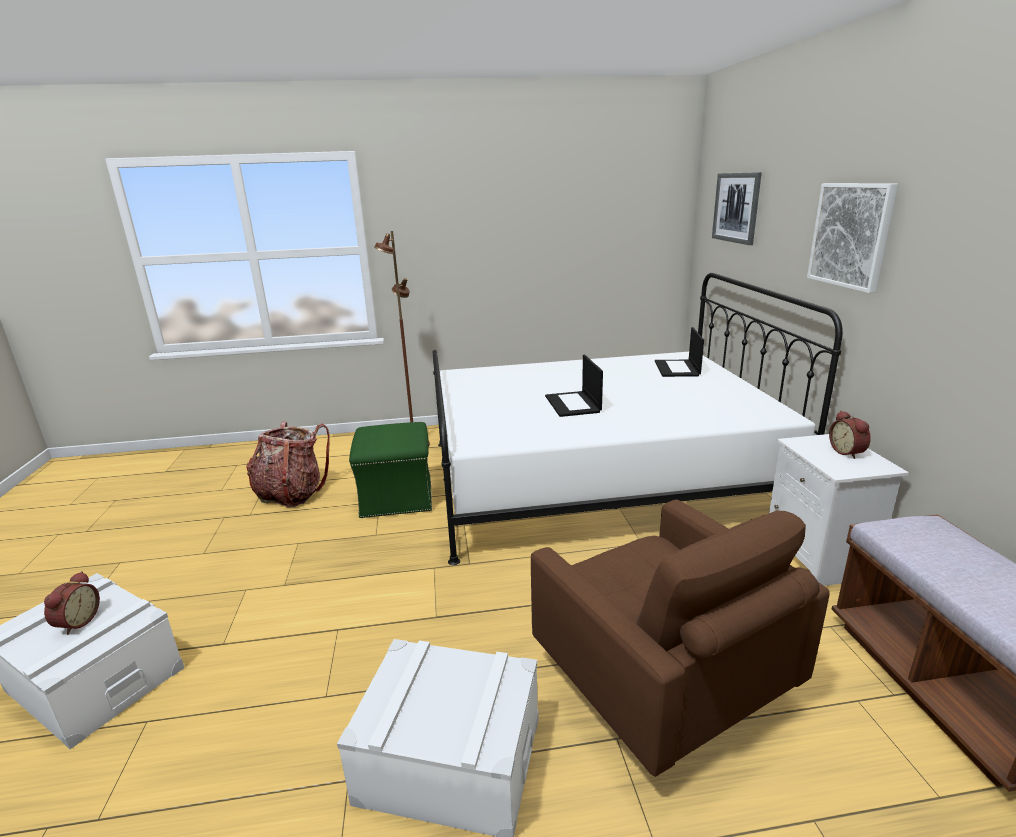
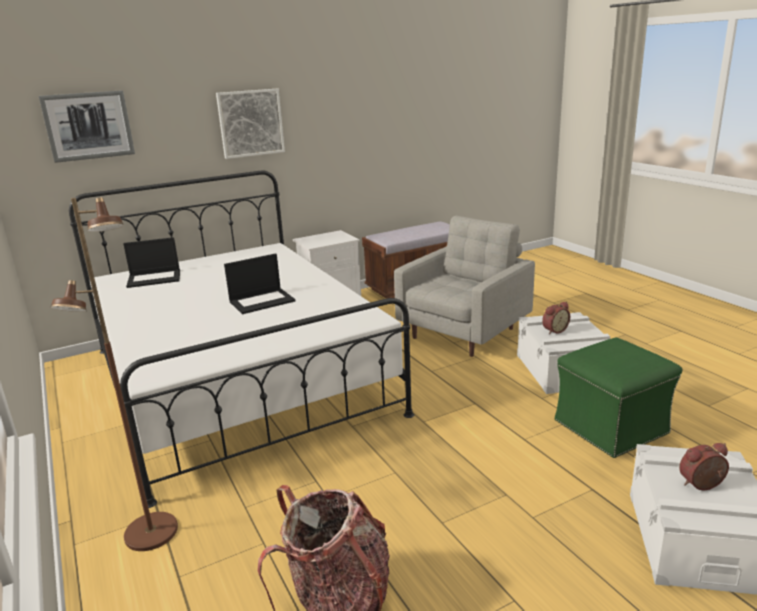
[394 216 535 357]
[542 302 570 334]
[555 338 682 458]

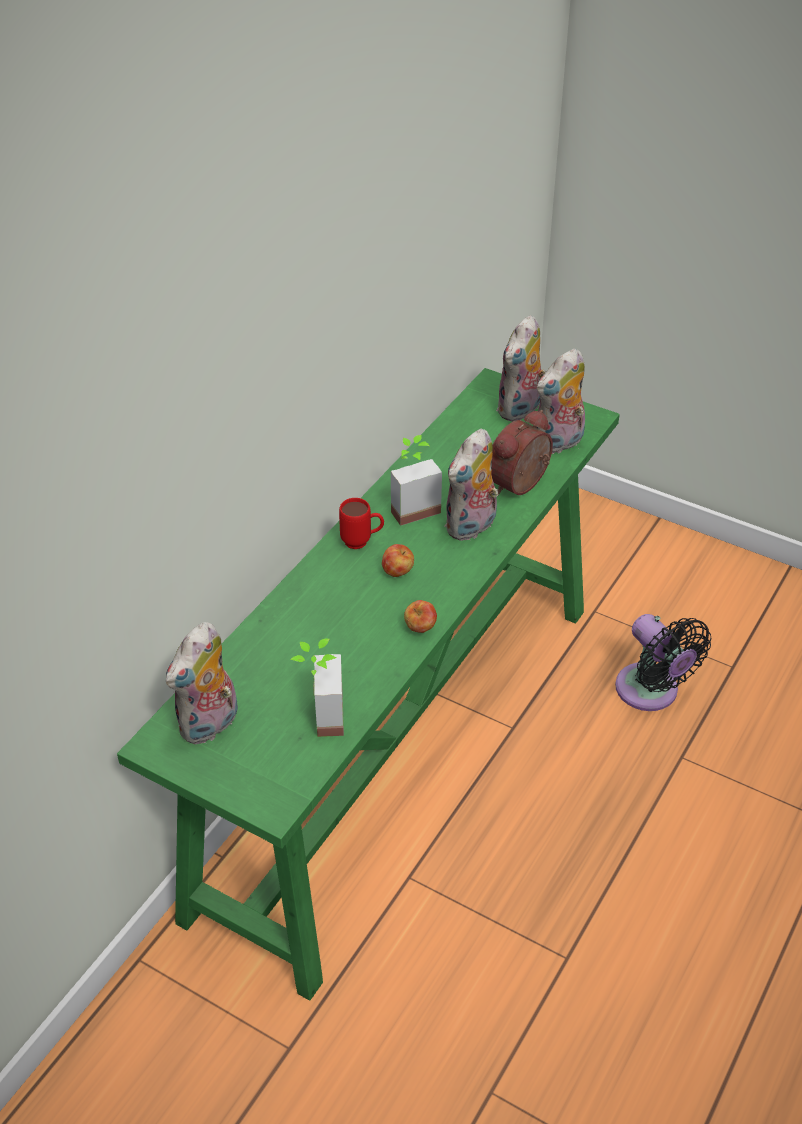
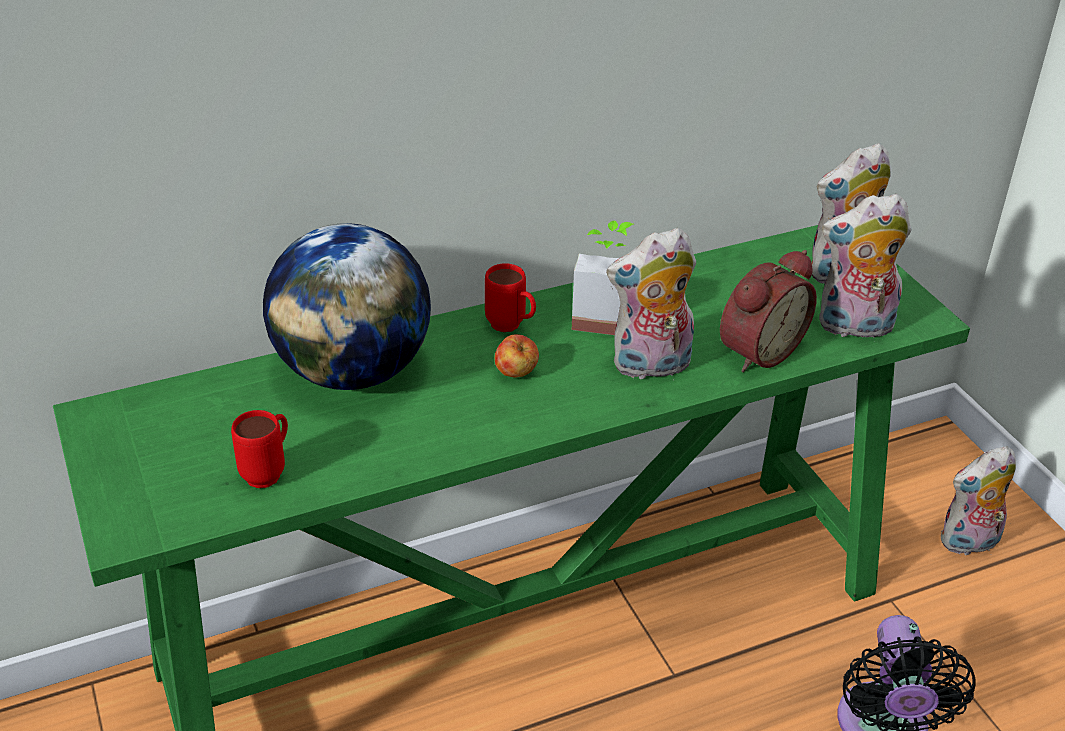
[231 410 288 488]
[263 223 431 390]
[720 250 817 372]
[941 446 1016 556]
[404 600 437 633] (first image)

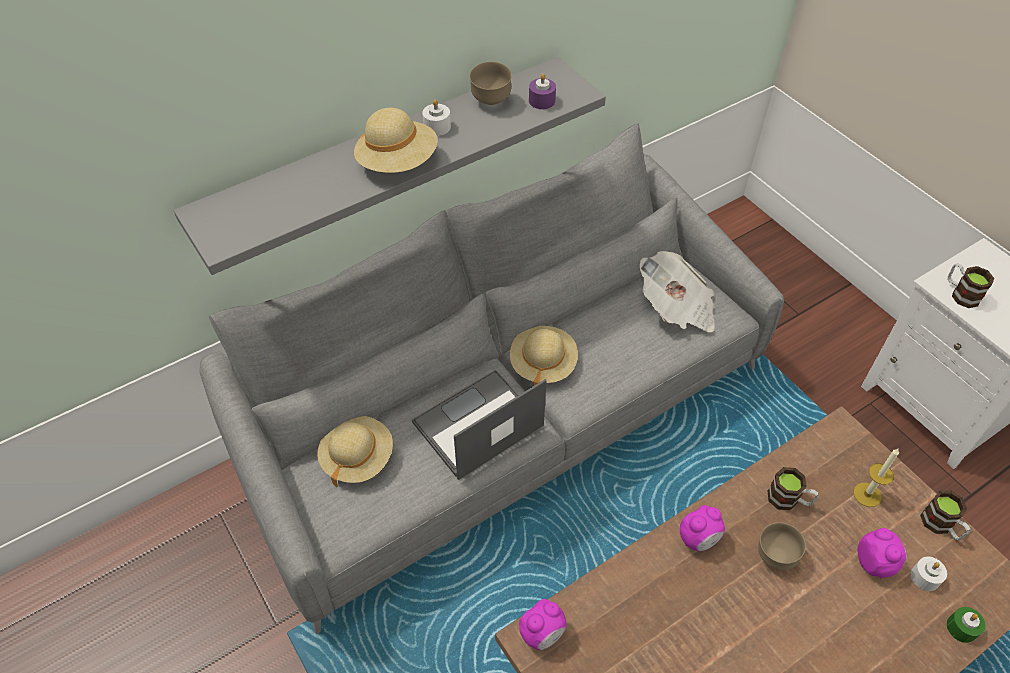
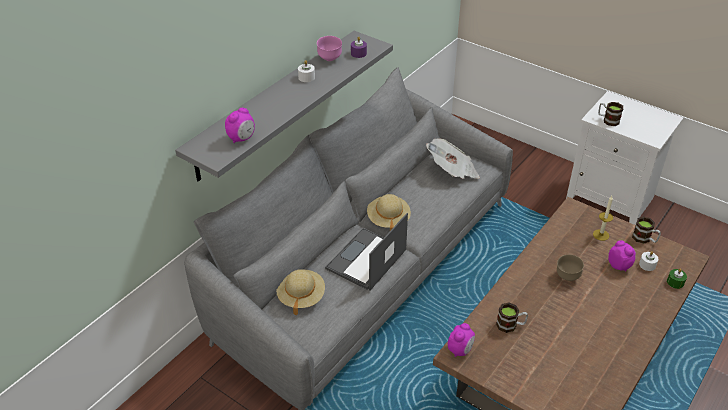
[225 108 255 143]
[317 36 342 61]
[496 303 528 333]
[354 108 438 173] (first image)

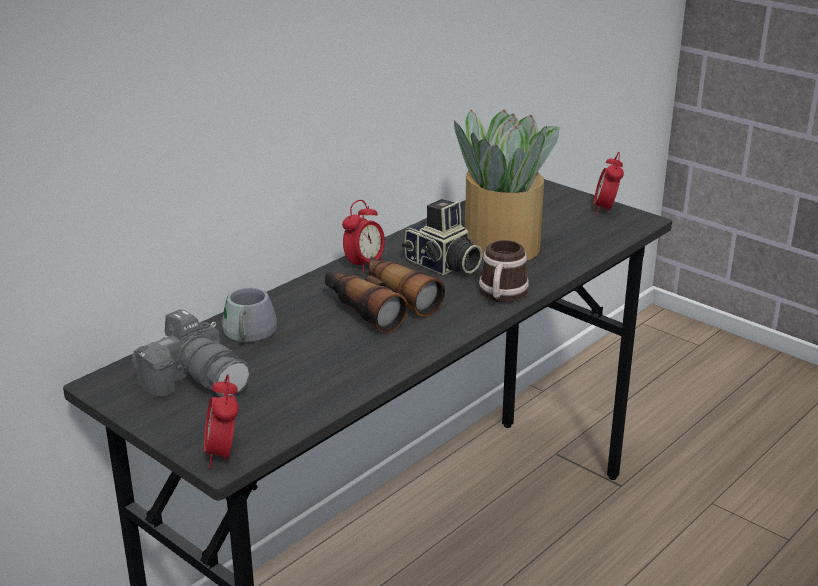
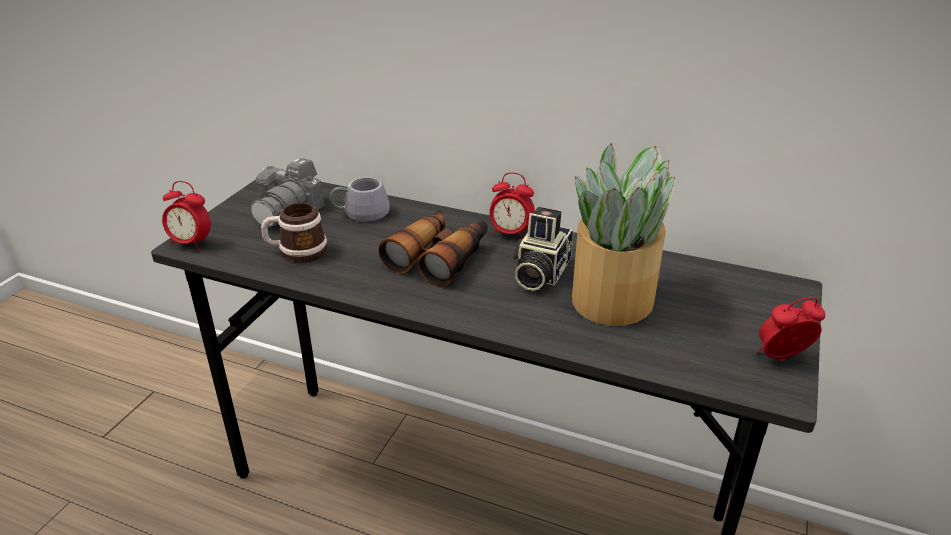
[162 181 211 251]
[261 203 327 263]

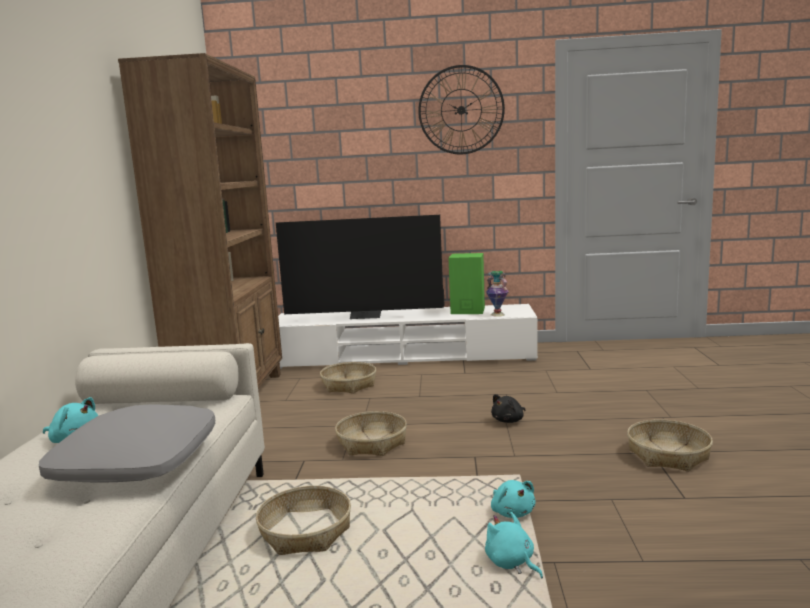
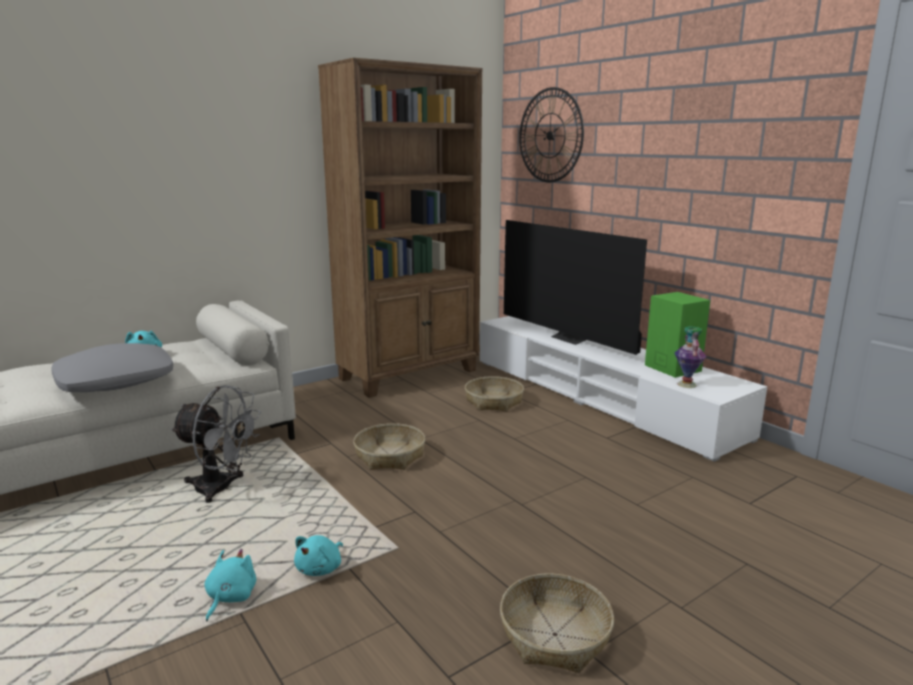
[171 385 261 503]
[519 87 584 182]
[491 394 526 423] (first image)

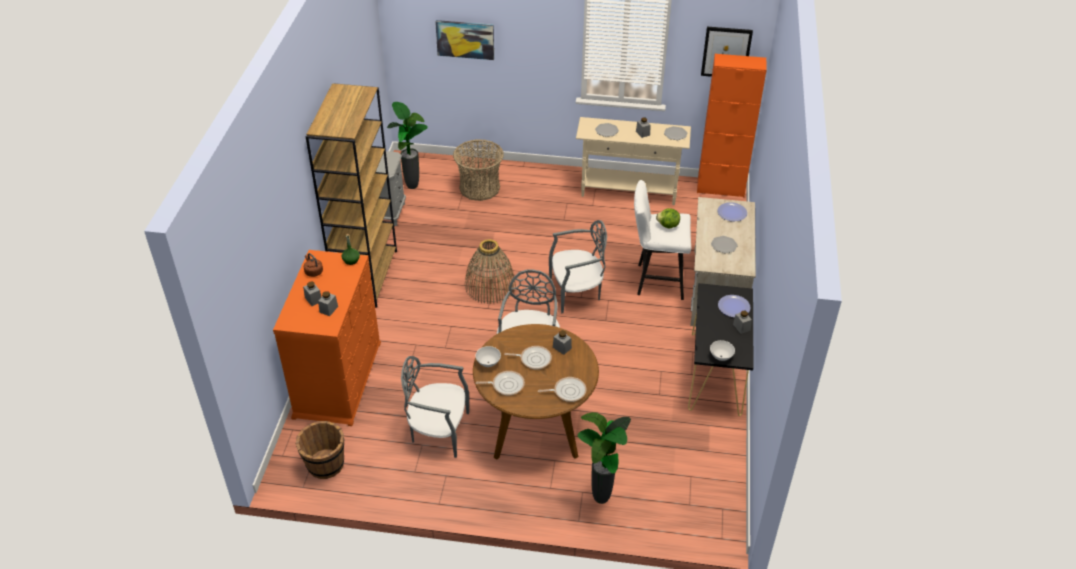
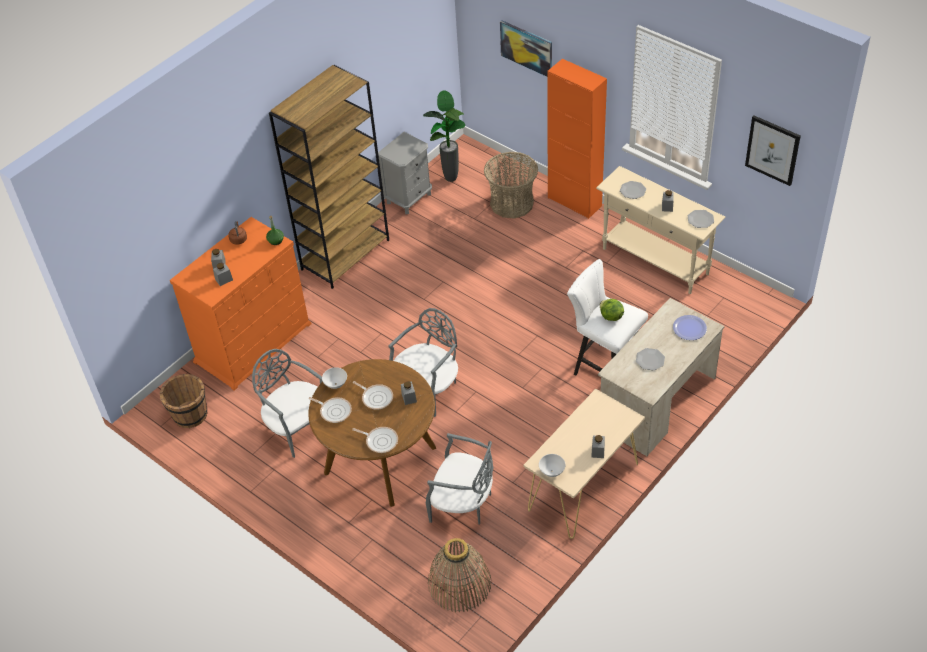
[426 433 494 525]
[428 538 492 613]
[524 389 645 539]
[547 59 607 219]
[578 412 631 504] (first image)
[718 295 751 317] (first image)

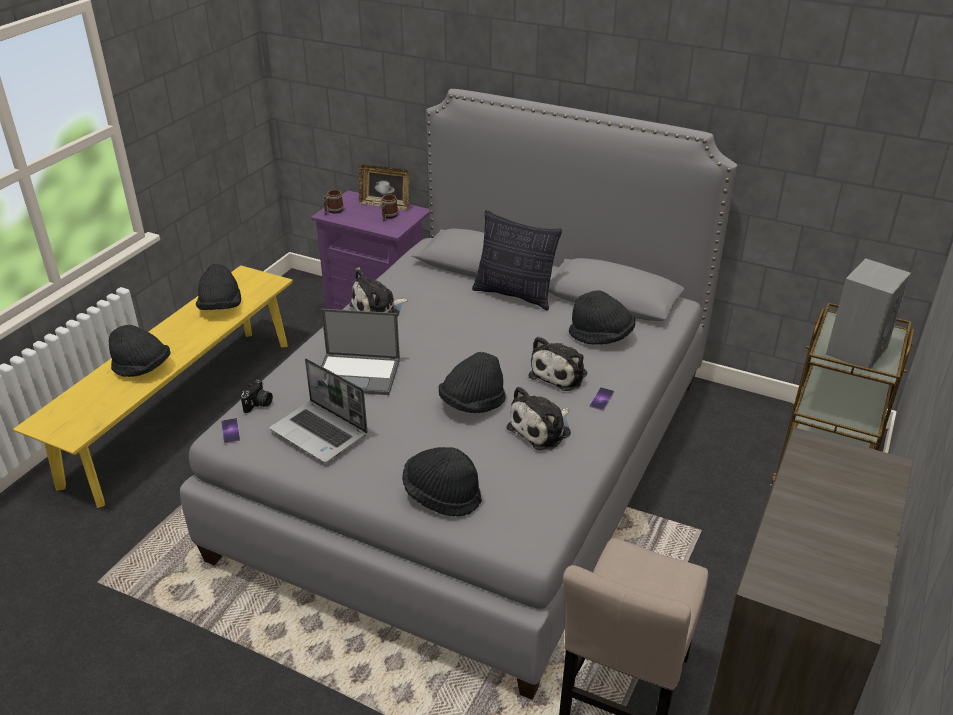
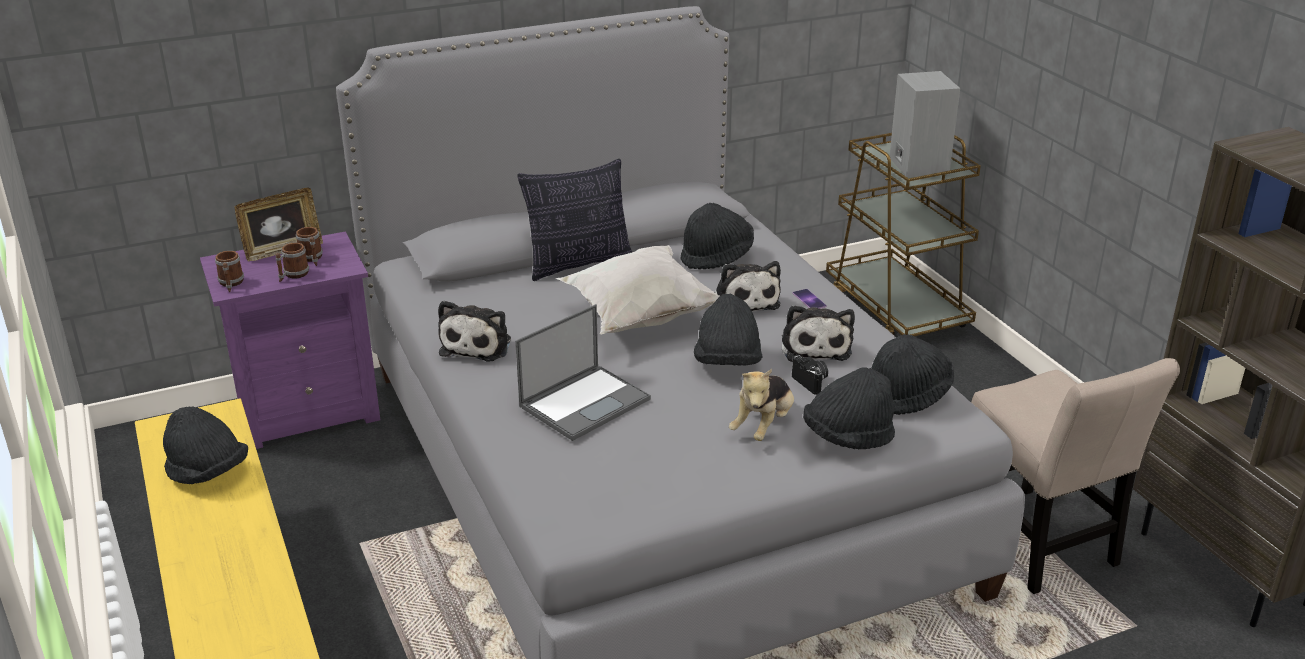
[275 243 309 282]
[555 245 719 335]
[729 369 794 441]
[792 355 828 395]
[871 334 954 415]
[221 418 240 443] (first image)
[269 358 368 463] (first image)

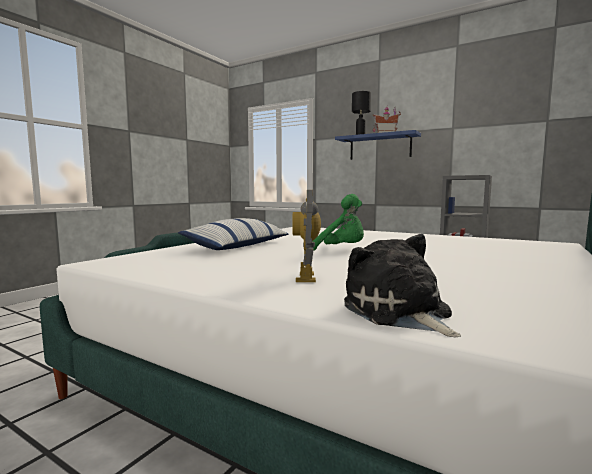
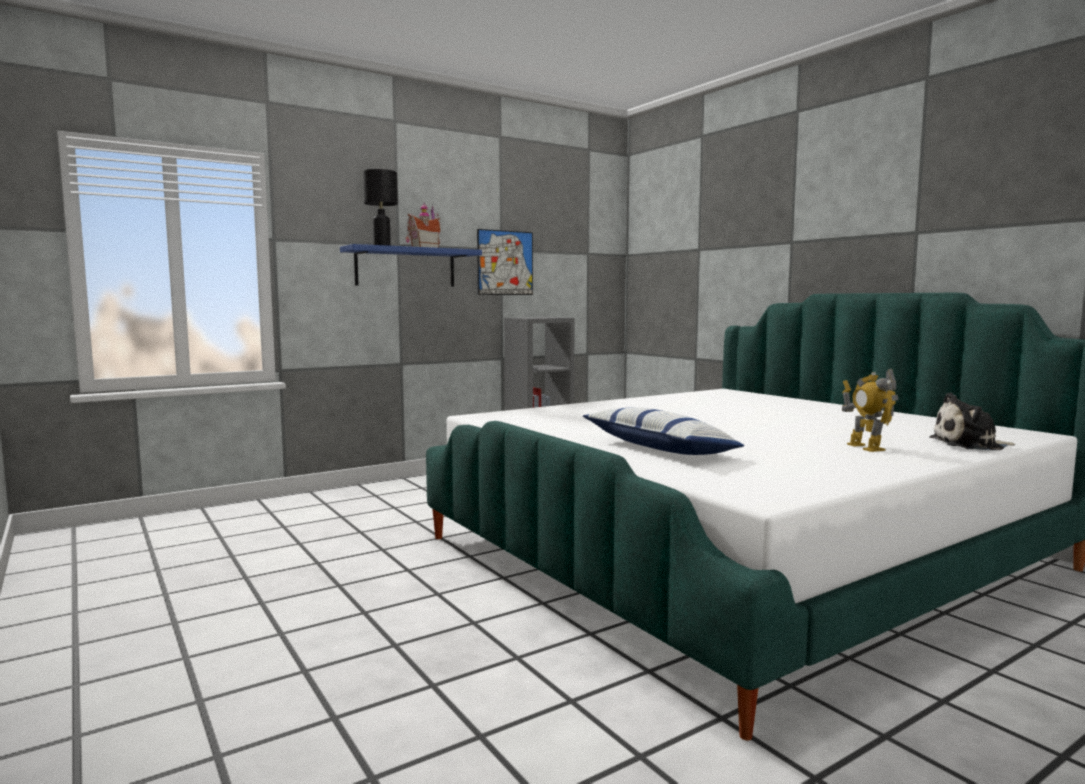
[477 229 533 295]
[842 369 898 452]
[312 194 364 251] (first image)

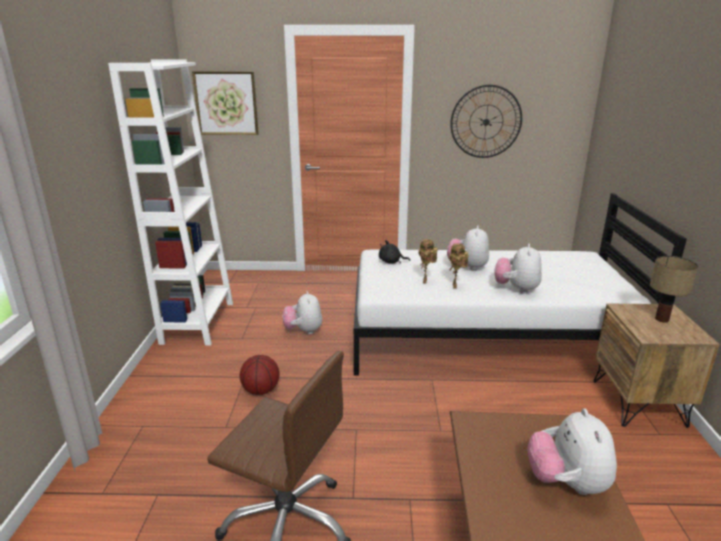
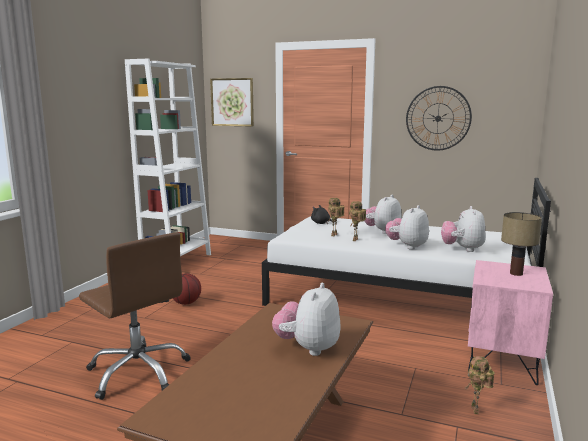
[441 206 486 252]
[465 356 495 414]
[468 260 553 385]

